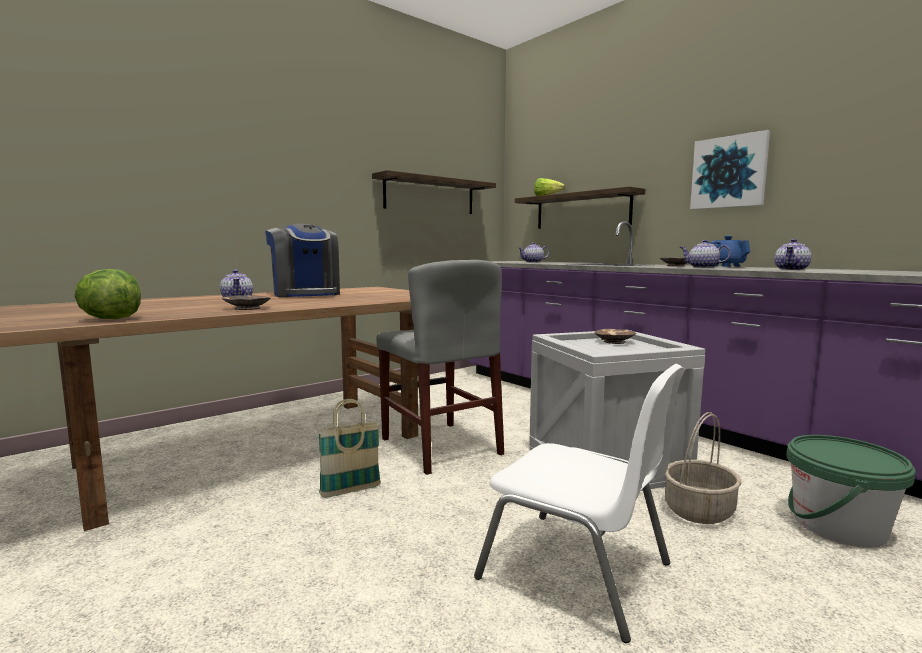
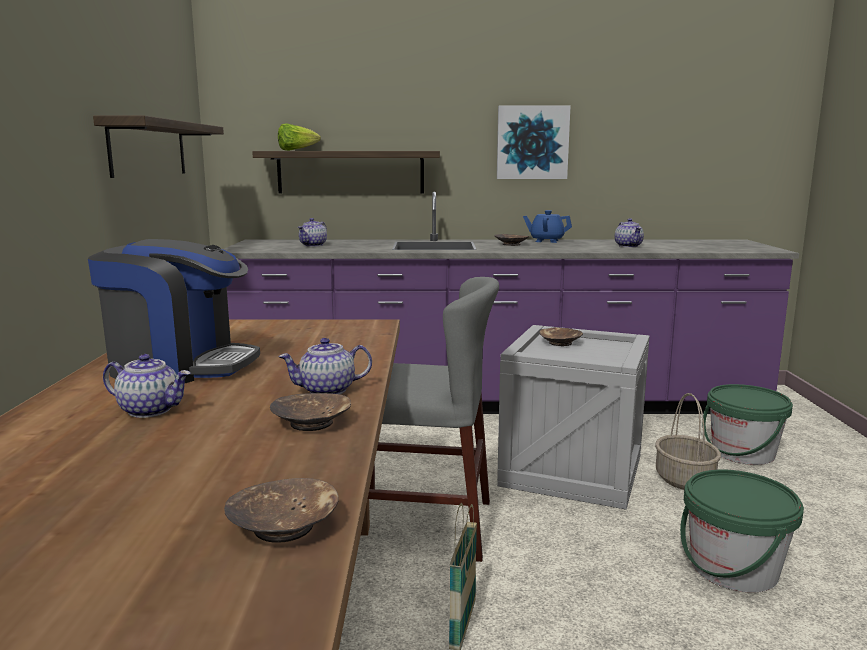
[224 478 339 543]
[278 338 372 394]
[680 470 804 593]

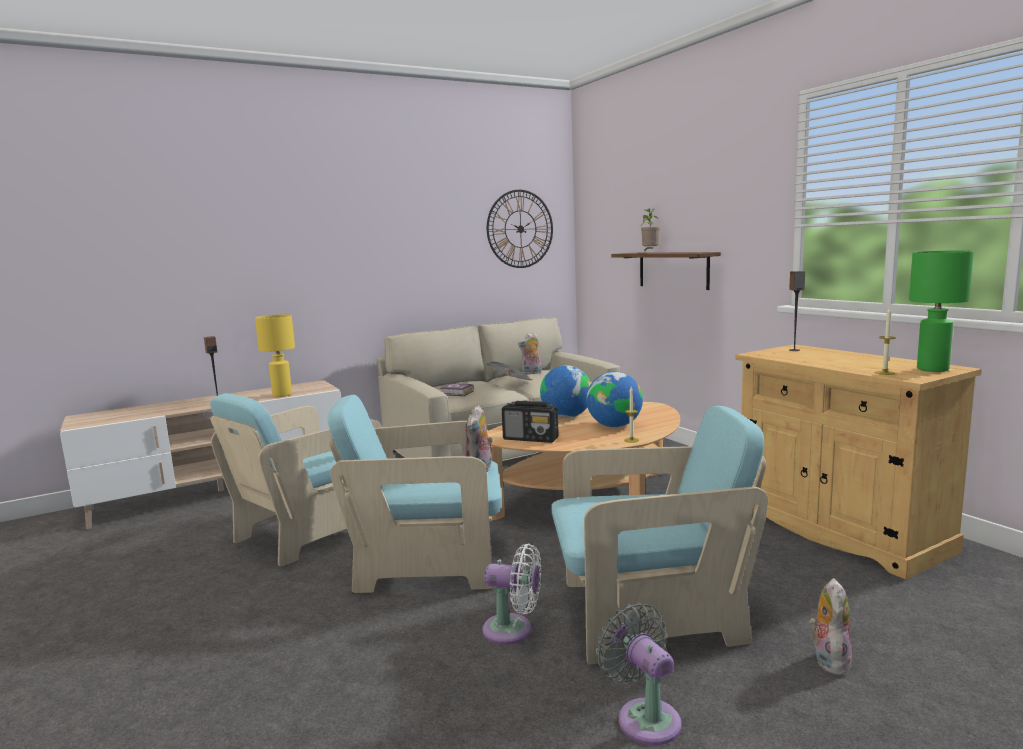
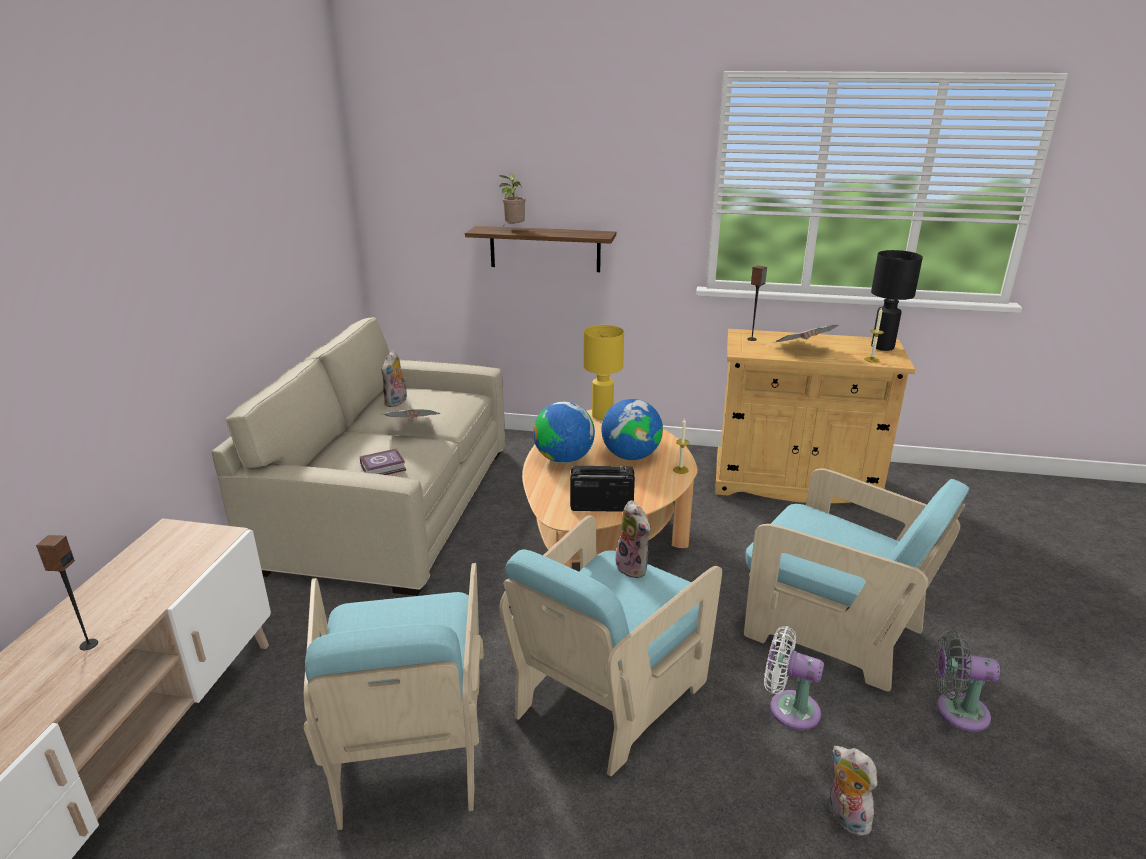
[570 466 635 512]
[584 325 624 420]
[744 468 969 692]
[764 626 824 730]
[773 325 839 343]
[829 746 877 836]
[871 250 923 351]
[487 190 553 268] (first image)

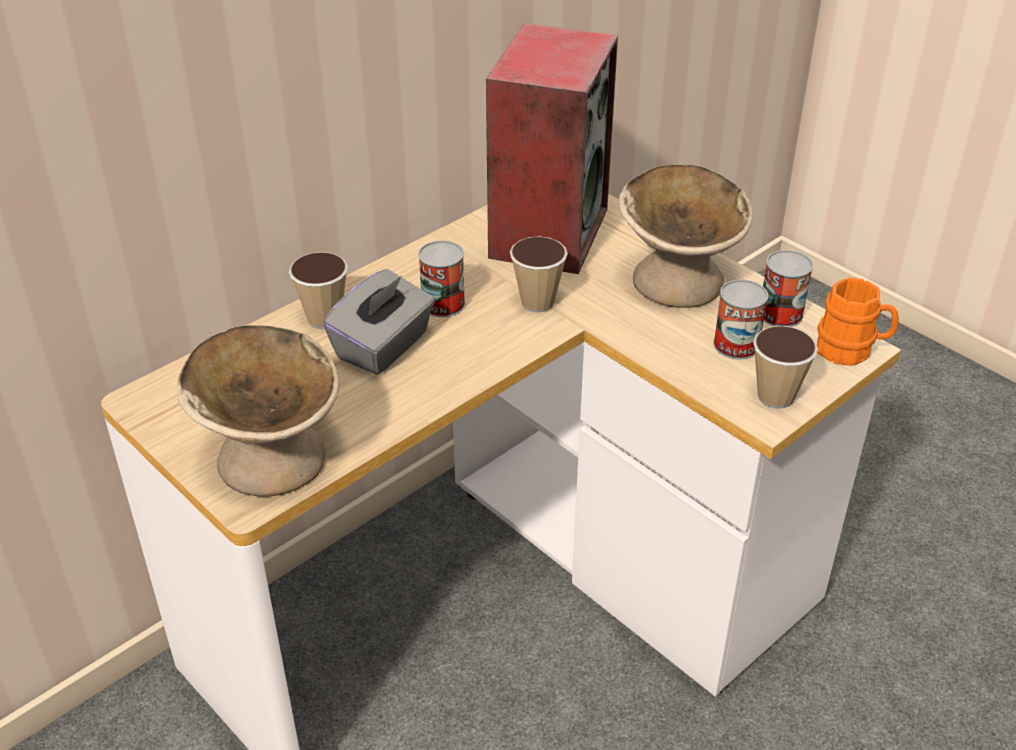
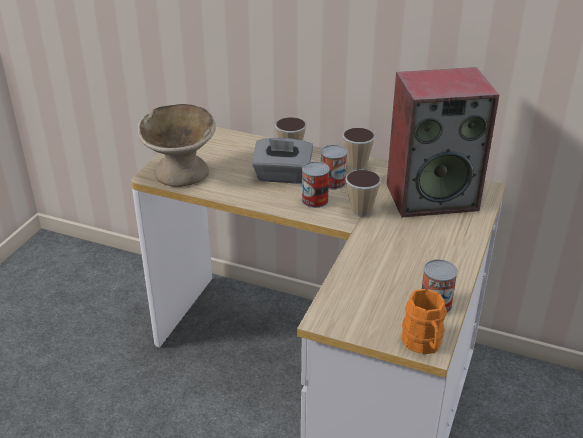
[302 161 330 208]
[343 128 375 170]
[619 164 753 308] (first image)

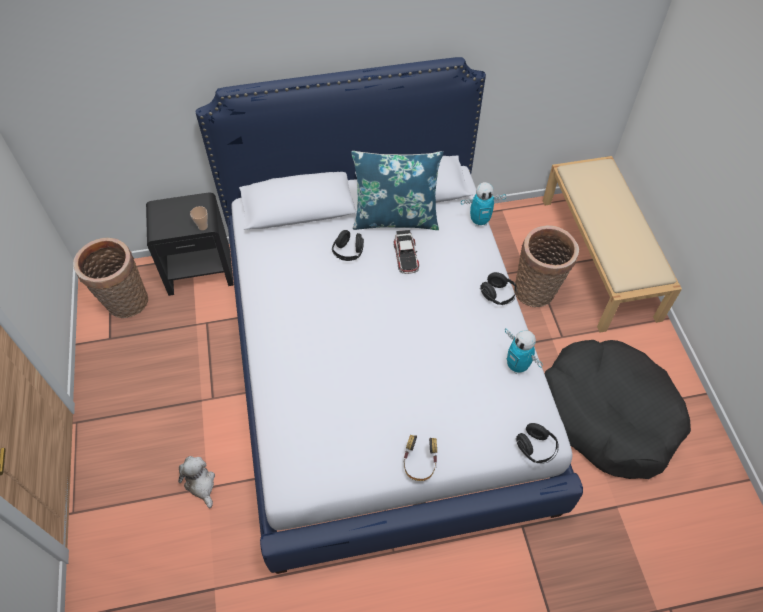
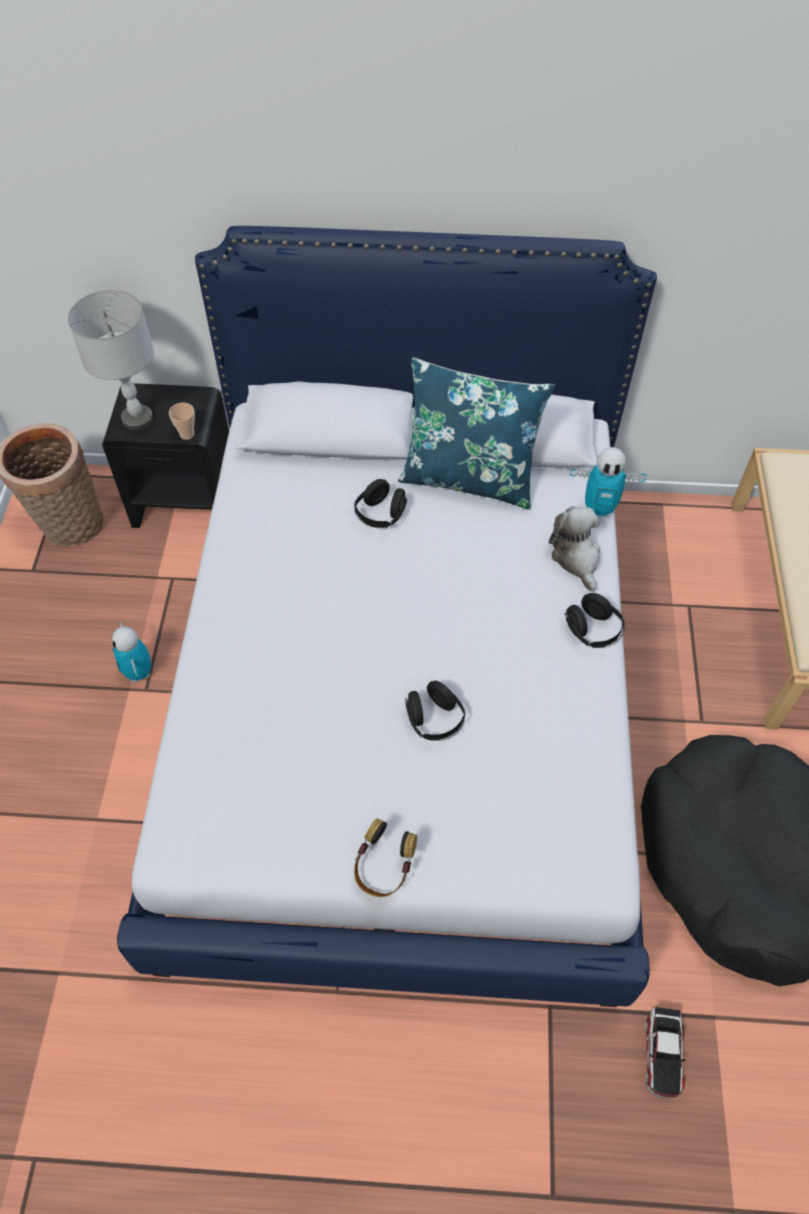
[68 290 154 430]
[111 622 151 682]
[405 681 466 741]
[549 506 600 592]
[645 1007 686 1099]
[514 225 579 307] (first image)

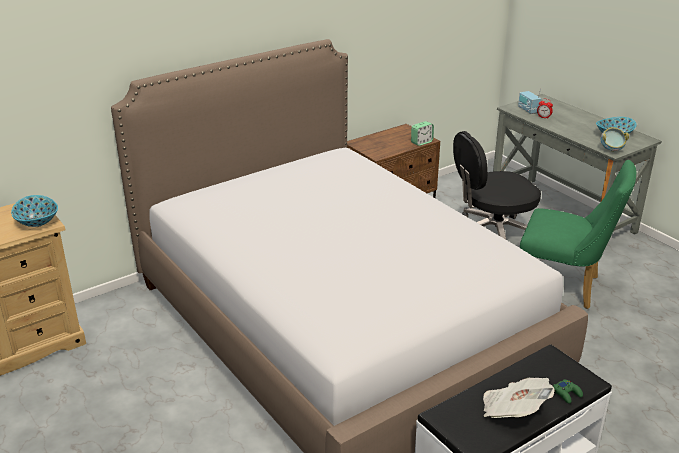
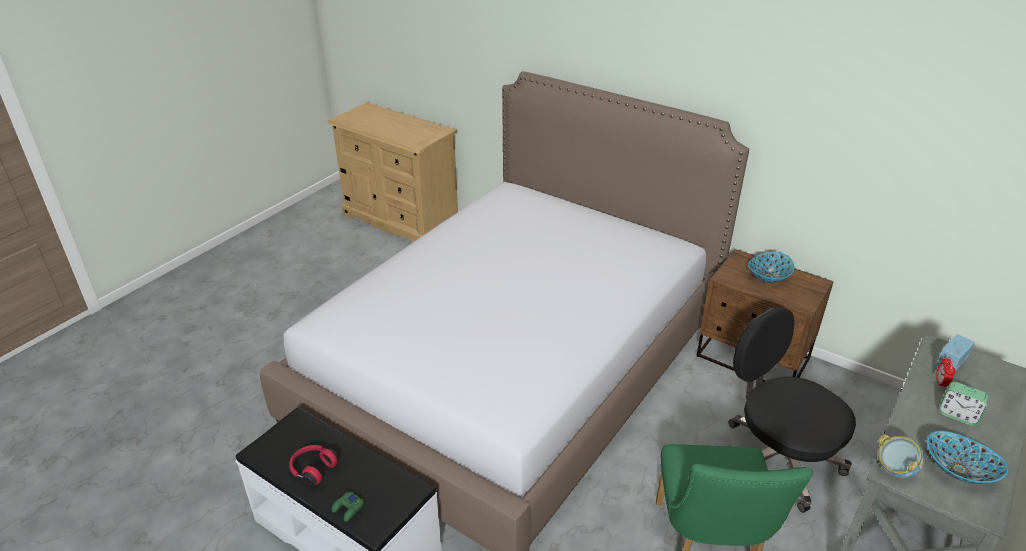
[289 445 338 485]
[748 252 794 283]
[939 382 989 426]

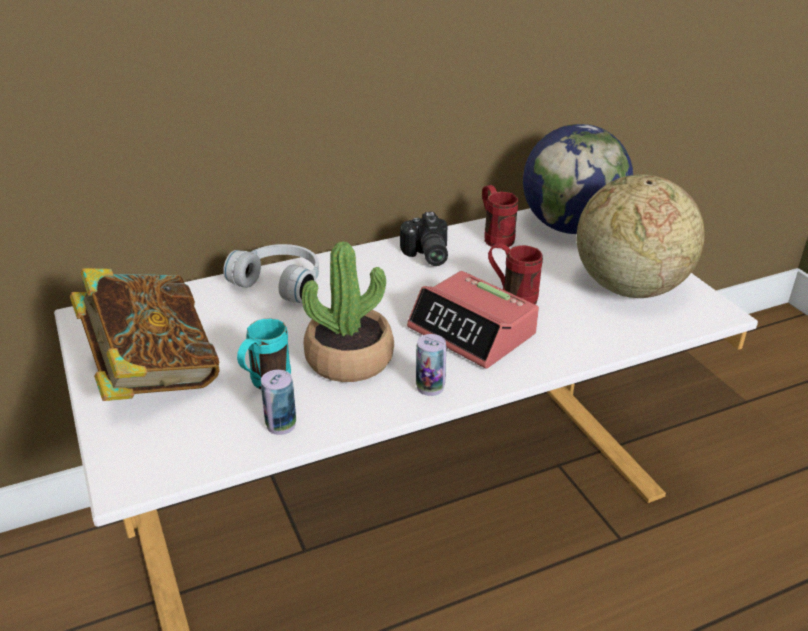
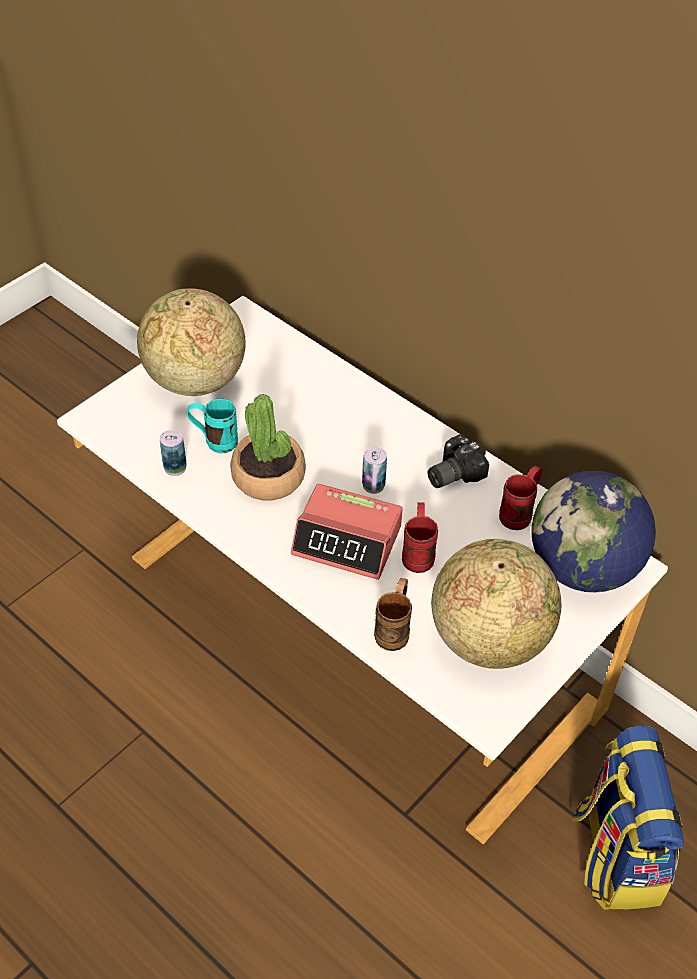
[137 288 246 396]
[291 484 403 580]
[362 447 387 494]
[374 578 412 651]
[573 725 684 910]
[223 244 319 303] (first image)

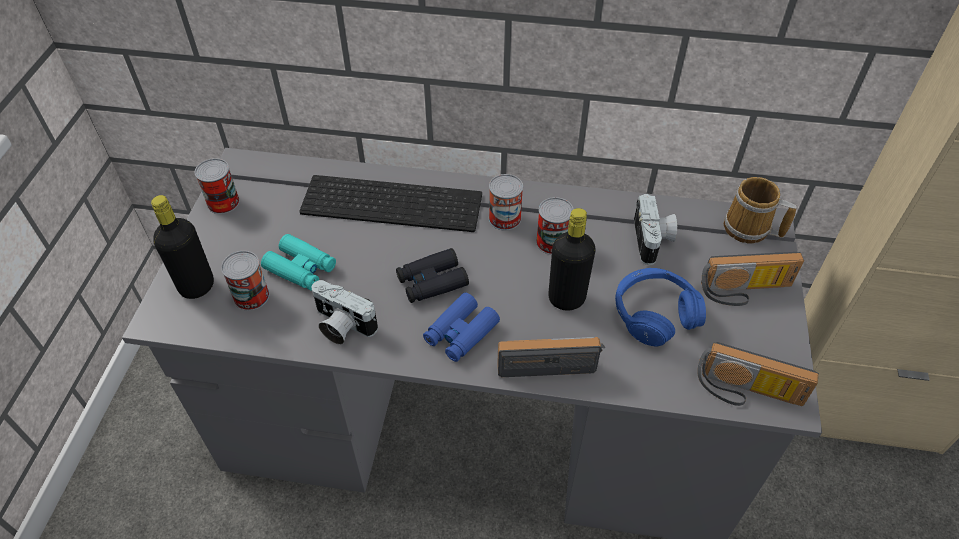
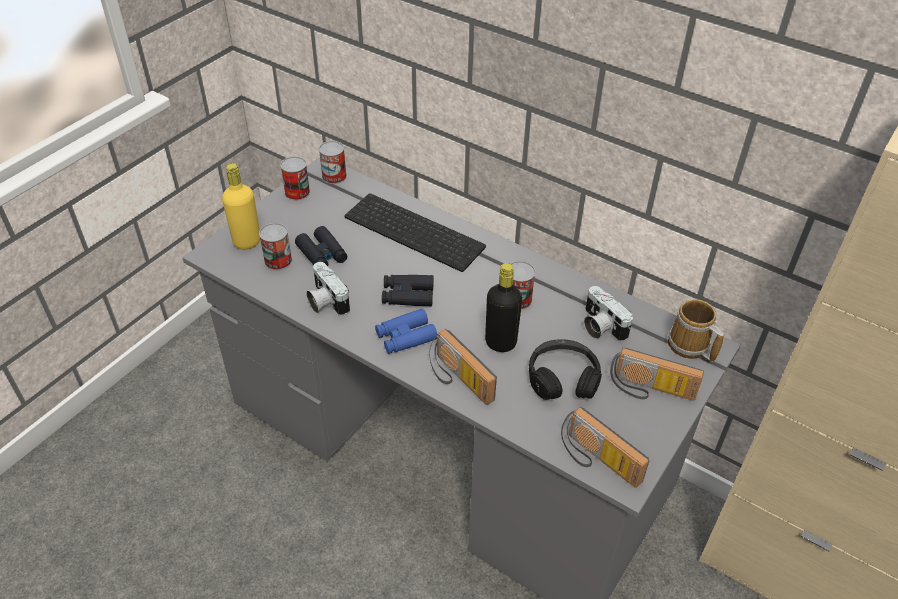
[222 163 260 249]
[295 226 347 266]
[319 141 347 184]
[429 329 497 405]
[529 339 602 400]
[584 286 633 342]

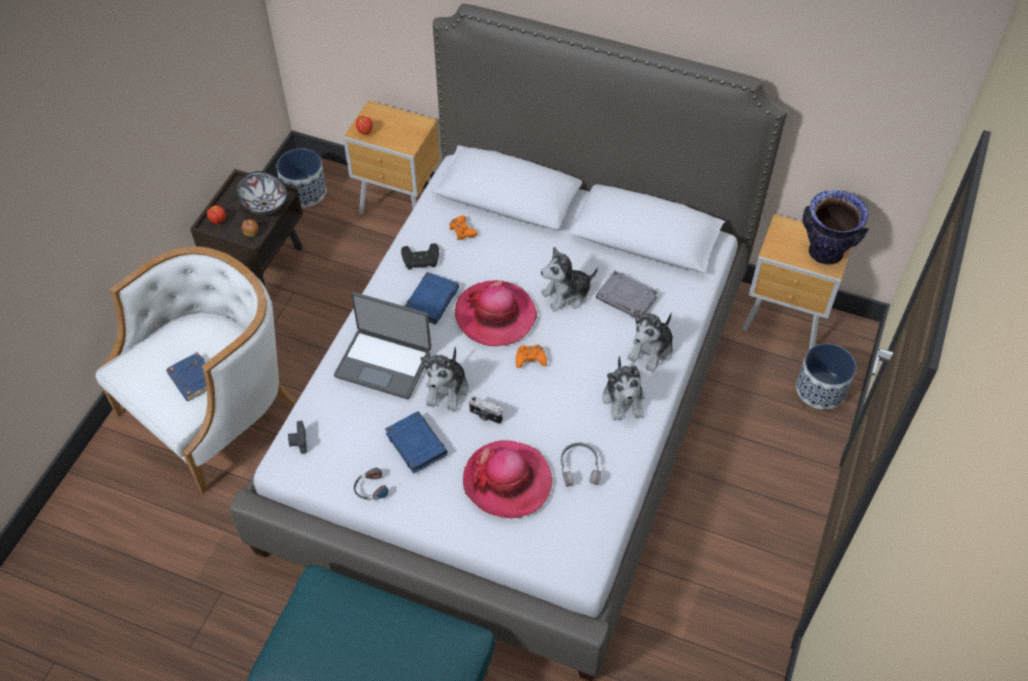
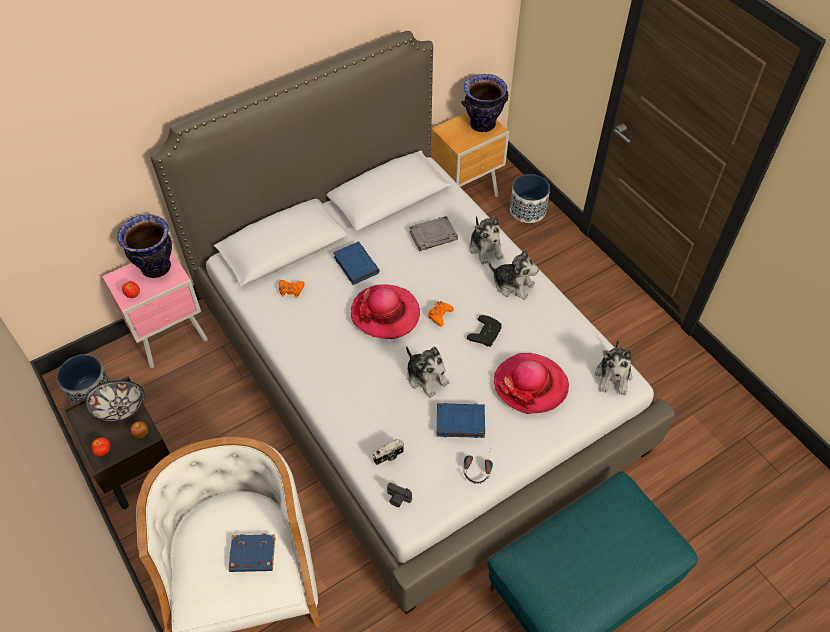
[102 251 208 368]
[117 214 172 278]
[333 242 380 285]
[373 439 404 465]
[467 315 502 347]
[595 339 632 395]
[334 292 432 399] (first image)
[561 442 601 487] (first image)

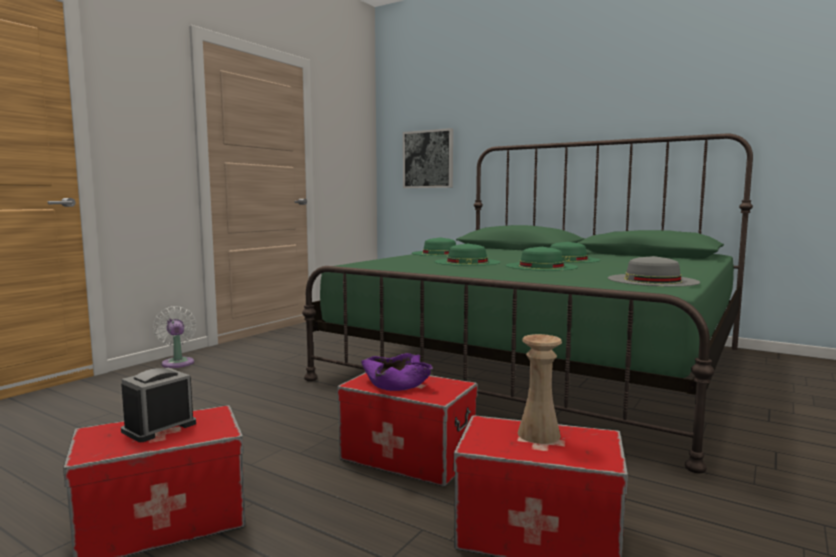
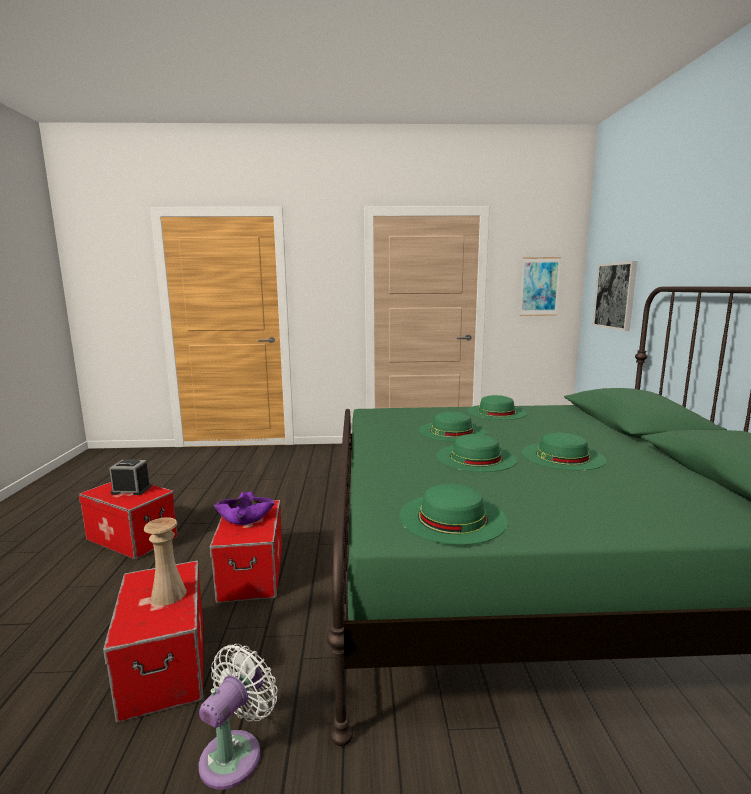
[199 644 278 789]
[399 484 507 545]
[520 257 561 316]

